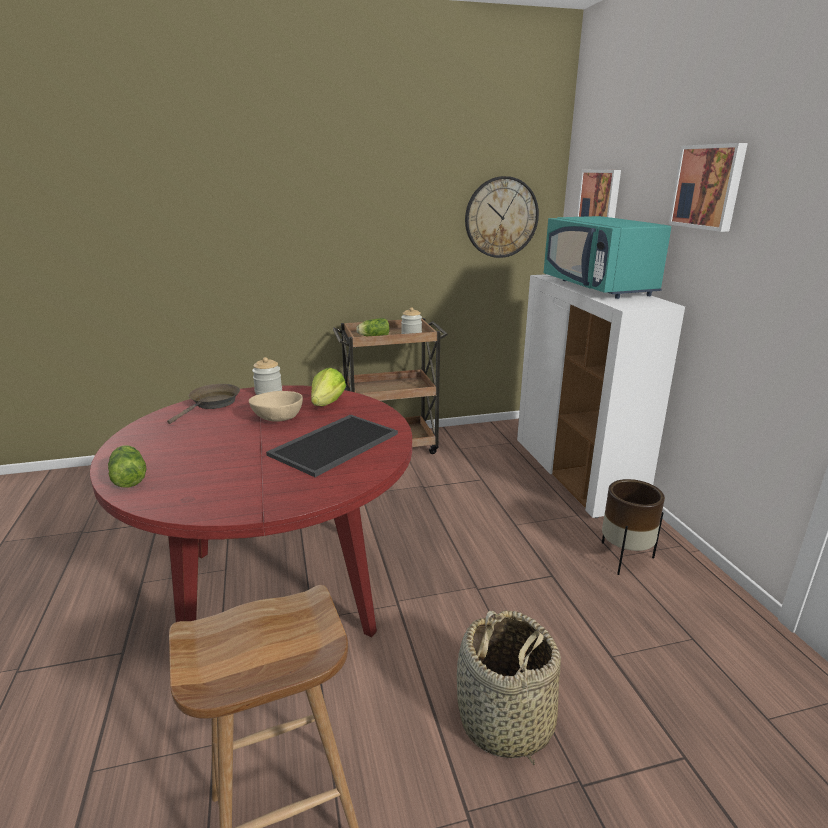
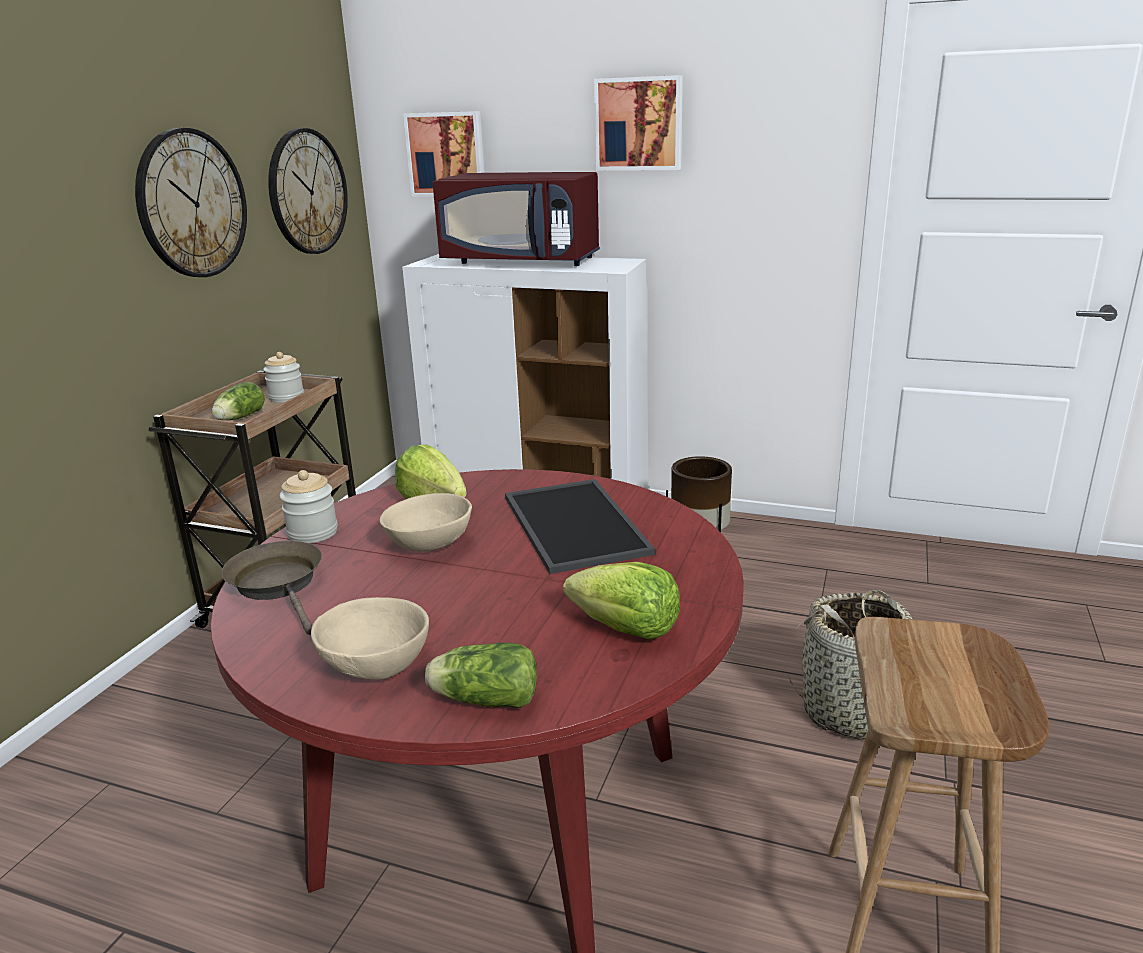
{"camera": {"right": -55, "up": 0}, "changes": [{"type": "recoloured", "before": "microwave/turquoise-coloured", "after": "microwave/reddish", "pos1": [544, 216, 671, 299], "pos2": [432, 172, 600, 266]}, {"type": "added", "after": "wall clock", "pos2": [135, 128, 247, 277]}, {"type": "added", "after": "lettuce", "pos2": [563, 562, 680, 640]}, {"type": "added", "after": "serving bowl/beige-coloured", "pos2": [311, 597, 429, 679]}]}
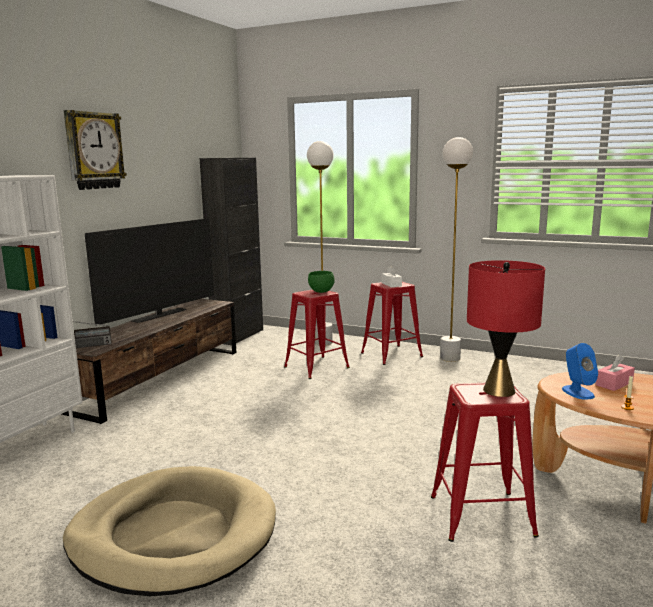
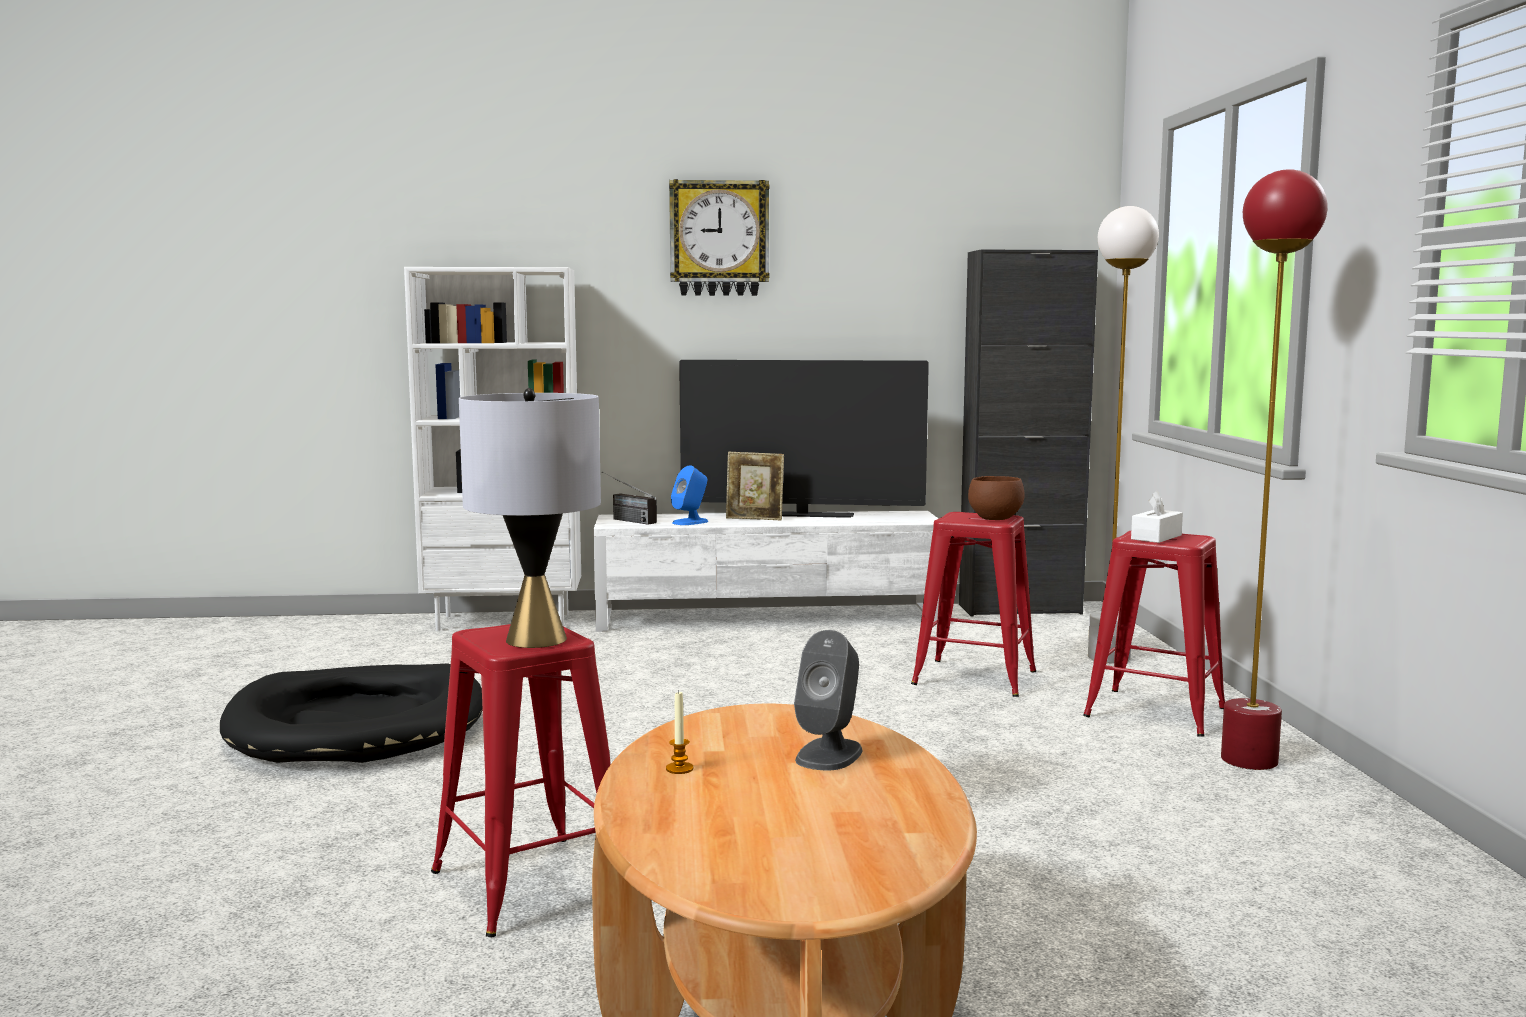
{"camera": {"right": 60, "up": -5}, "changes": [{"type": "recoloured", "before": "standing lamp/white-coloured", "after": "standing lamp/reddish", "pos1": [440, 137, 473, 362], "pos2": [1221, 169, 1327, 770]}, {"type": "recoloured", "before": "lamp for a table/reddish", "after": "lamp for a table/greyish", "pos1": [467, 260, 545, 397], "pos2": [459, 388, 601, 648]}, {"type": "recoloured", "before": "serving bowl/greenish", "after": "serving bowl/brownish", "pos1": [308, 271, 335, 293], "pos2": [968, 476, 1025, 520]}, {"type": "recoloured", "before": "media console/brownish", "after": "media console/white-coloured", "pos1": [62, 299, 236, 424], "pos2": [593, 511, 939, 632]}, {"type": "moved", "before": "speaker/blue-coloured", "pos1": [562, 343, 598, 400], "pos2": [671, 466, 708, 525]}, {"type": "replaced", "before": "tissue box/pinkish", "after": "speaker/greyish", "pos1": [596, 355, 635, 391], "pos2": [794, 630, 862, 771]}, {"type": "recoloured", "before": "dog bed/beige-coloured", "after": "dog bed/black-coloured", "pos1": [63, 466, 276, 596], "pos2": [220, 663, 483, 763]}, {"type": "added", "after": "standing frame", "pos2": [726, 452, 784, 521]}]}
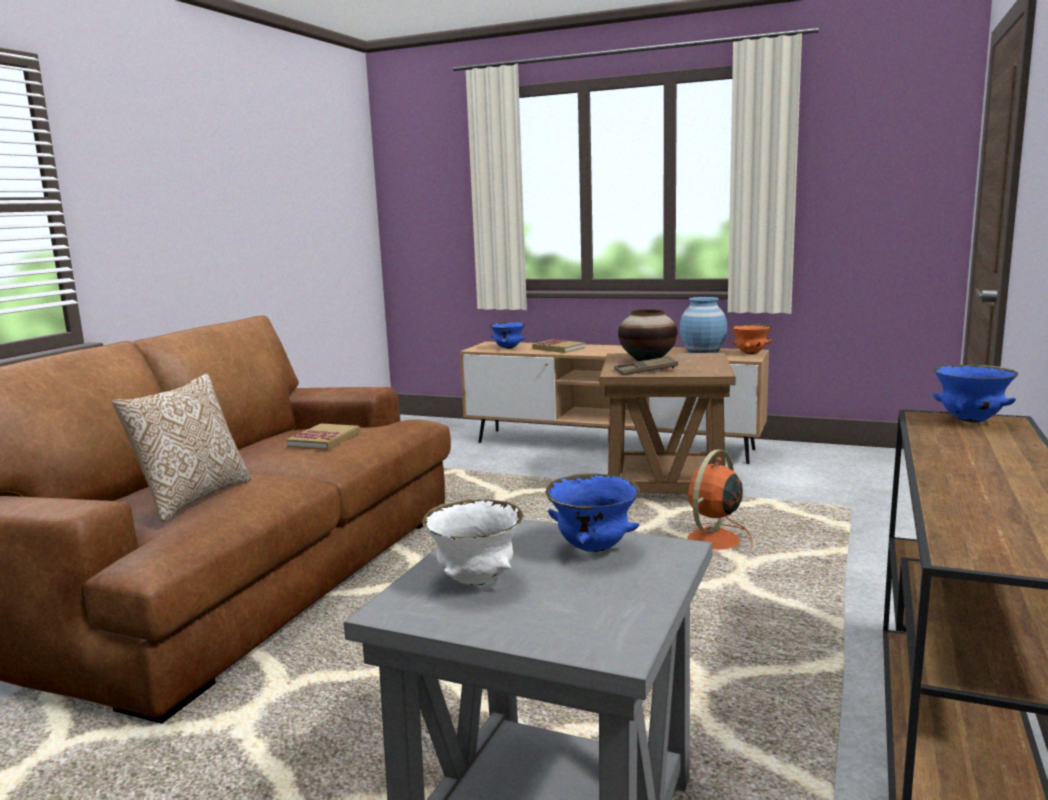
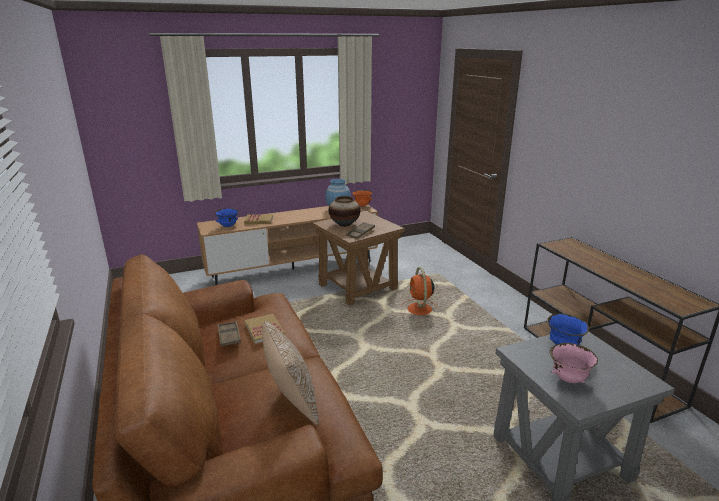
{"camera": {"right": -45, "up": 10}, "changes": [{"type": "removed", "before": "serving bowl/blue-coloured", "pos1": [933, 365, 1018, 423]}, {"type": "recoloured", "before": "serving bowl/white-coloured", "after": "serving bowl/pinkish", "pos1": [422, 499, 523, 585], "pos2": [550, 343, 598, 383]}, {"type": "added", "after": "carrying tray/brownish", "pos2": [218, 321, 241, 347]}]}
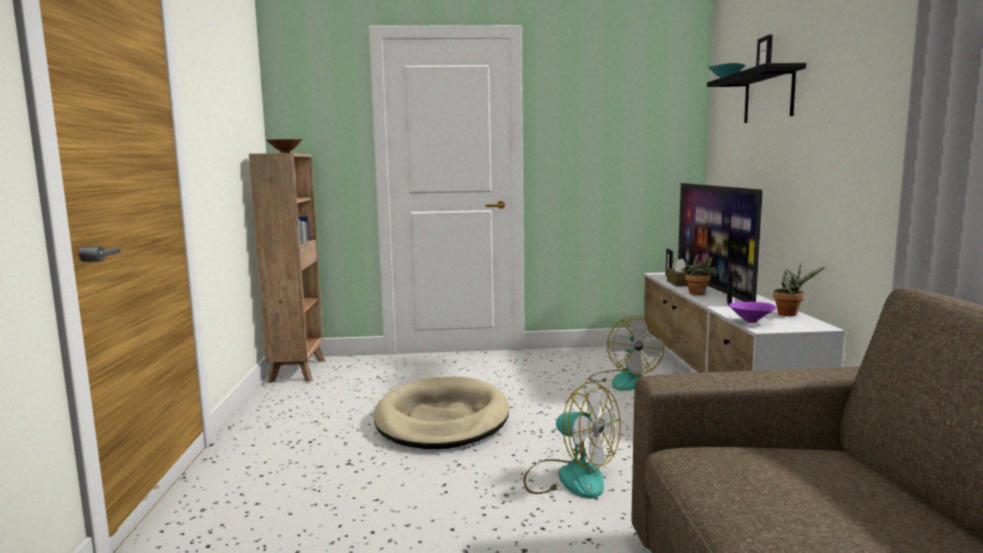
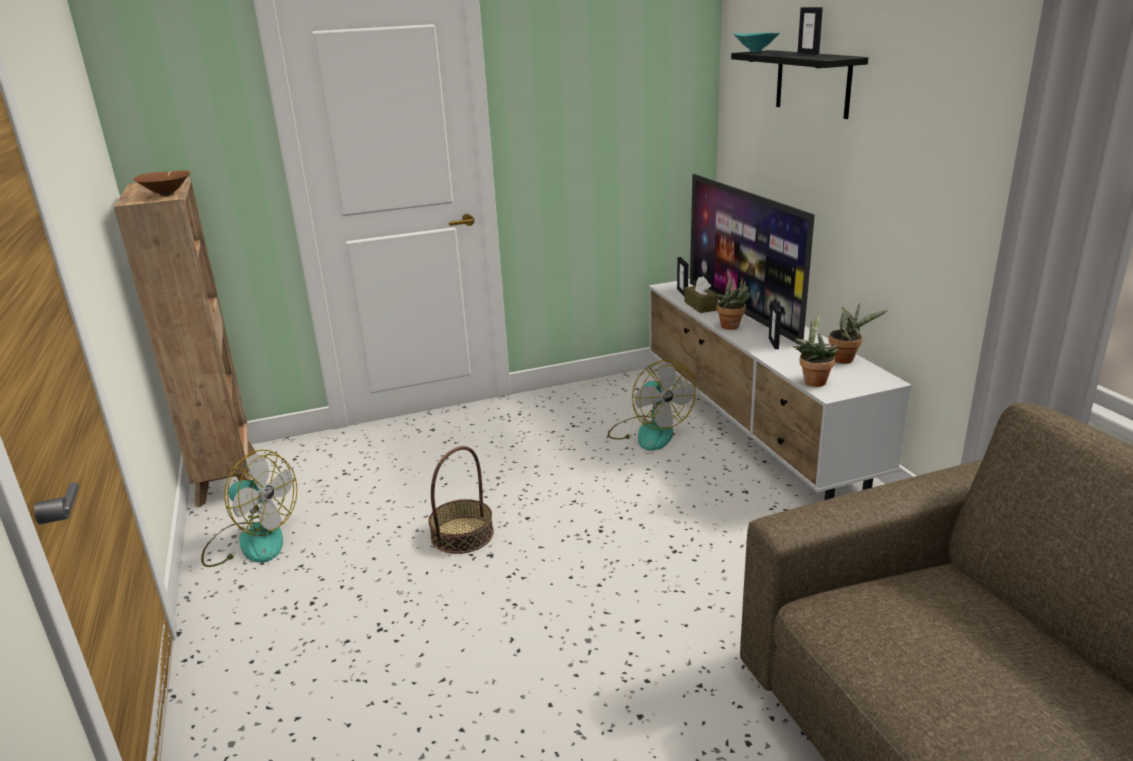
{"camera": {"right": -15, "up": 15}, "changes": [{"type": "replaced", "before": "serving bowl/purple-coloured", "after": "houseplant", "pos1": [728, 302, 776, 323], "pos2": [793, 311, 838, 387]}, {"type": "replaced", "before": "dog bed/beige-coloured", "after": "basket", "pos1": [374, 377, 509, 449], "pos2": [428, 446, 494, 554]}, {"type": "moved", "before": "fan", "pos1": [523, 382, 621, 499], "pos2": [201, 449, 297, 567]}]}
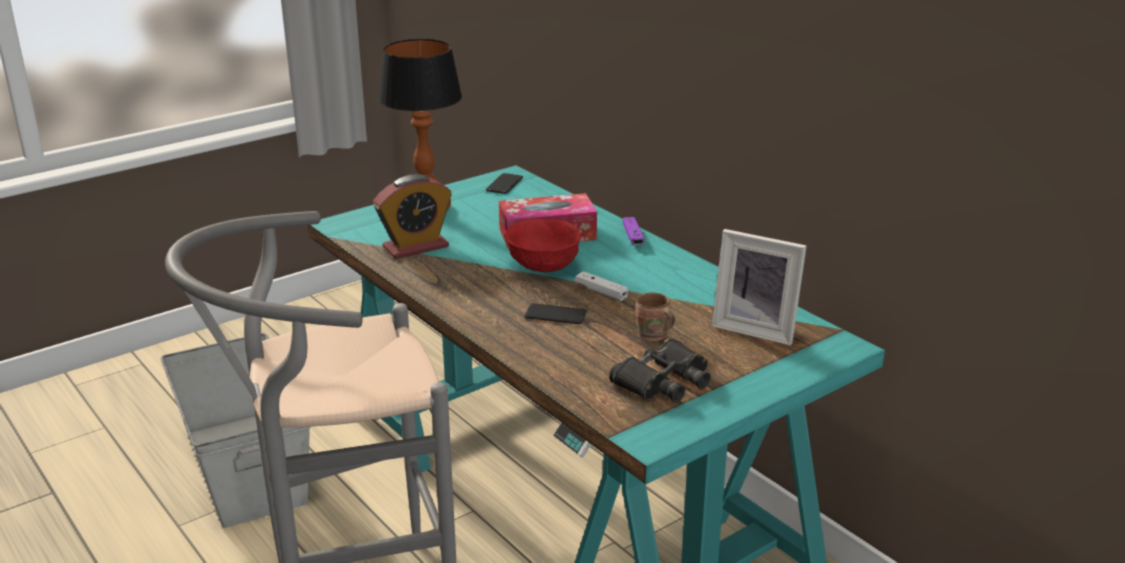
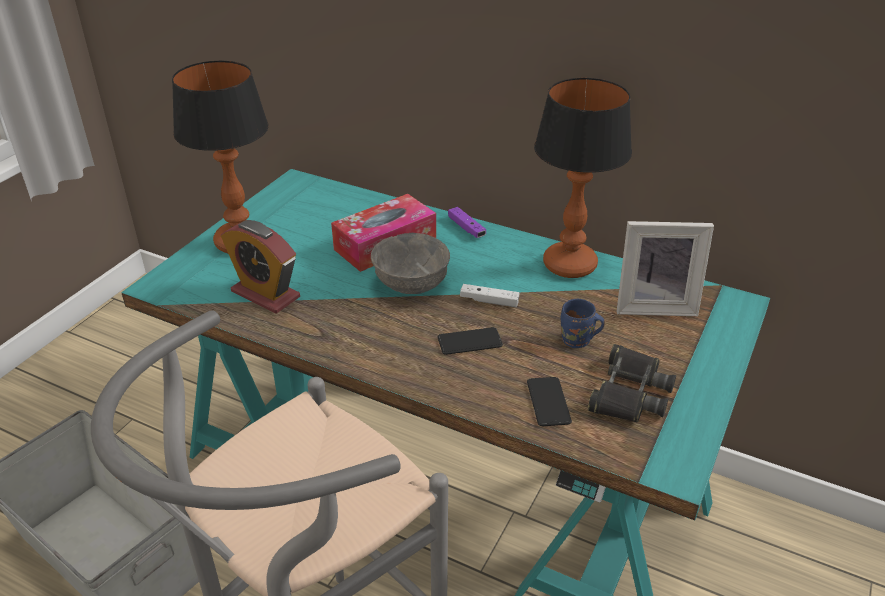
{"camera": {"right": -25, "up": 10}, "changes": [{"type": "moved", "before": "telephone", "pos1": [486, 173, 523, 194], "pos2": [527, 377, 572, 426]}, {"type": "turned", "before": "alarm clock", "pos1": [373, 174, 452, 259], "pos2": [221, 220, 300, 314], "turn": 90}, {"type": "recoloured", "before": "serving bowl/reddish", "after": "serving bowl/greyish", "pos1": [505, 219, 581, 272], "pos2": [371, 233, 450, 294]}, {"type": "recoloured", "before": "tea mug/brownish", "after": "tea mug/blue-coloured", "pos1": [636, 293, 675, 341], "pos2": [561, 299, 605, 348]}, {"type": "added", "after": "lamp for a table", "pos2": [534, 78, 632, 278]}]}
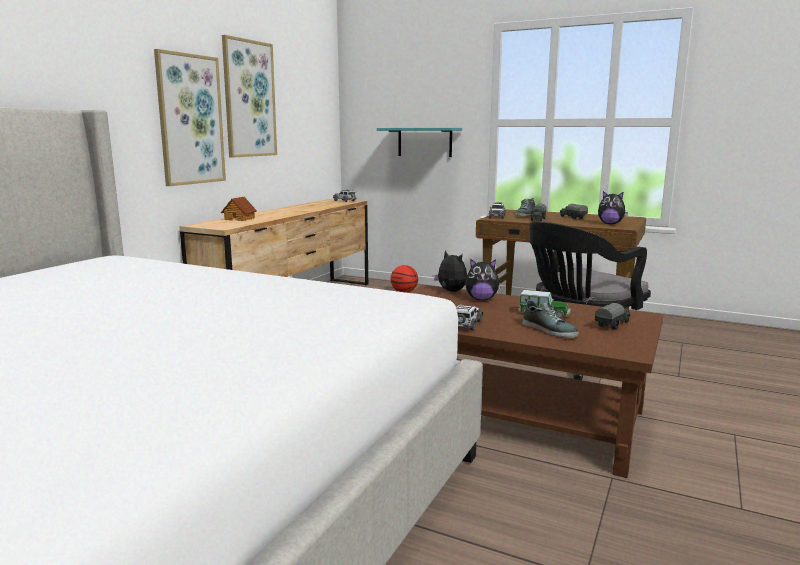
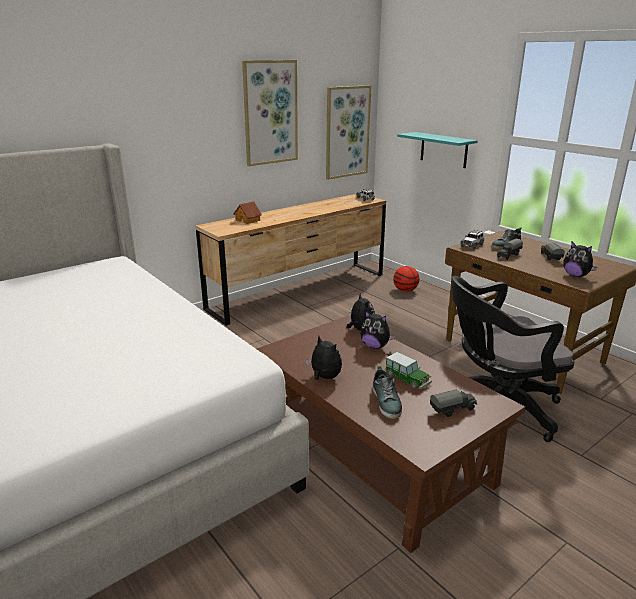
{"camera": {"right": 25, "up": 10}, "changes": [{"type": "moved", "before": "picture", "pos1": [154, 49, 226, 186], "pos2": [326, 85, 371, 180]}, {"type": "replaced", "before": "miniature car", "after": "cuddly toy", "pos1": [456, 304, 483, 330], "pos2": [306, 336, 342, 380]}]}
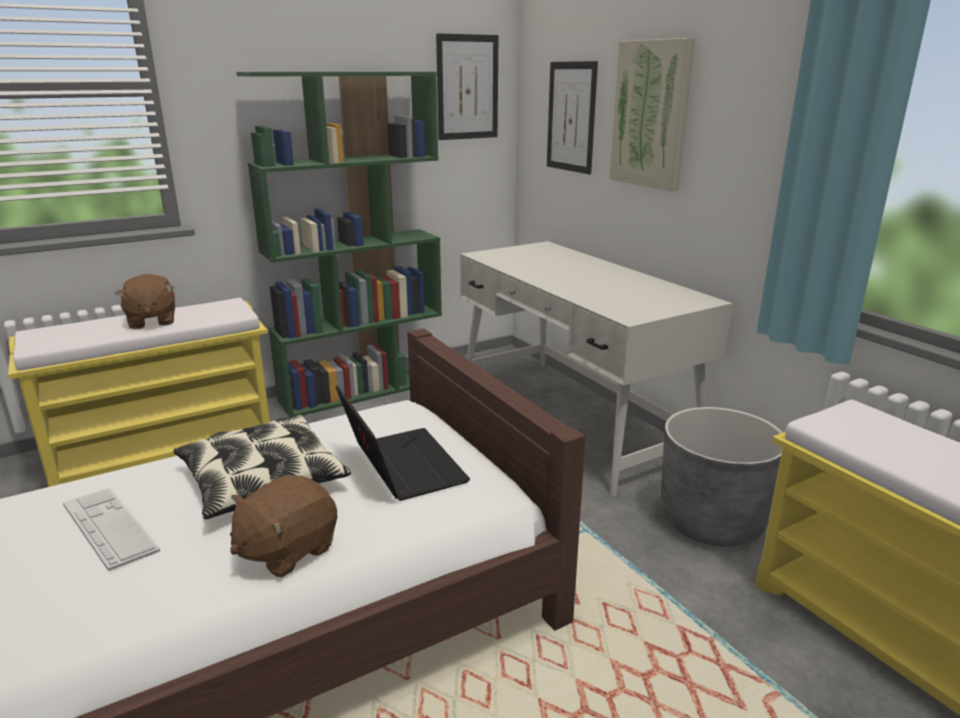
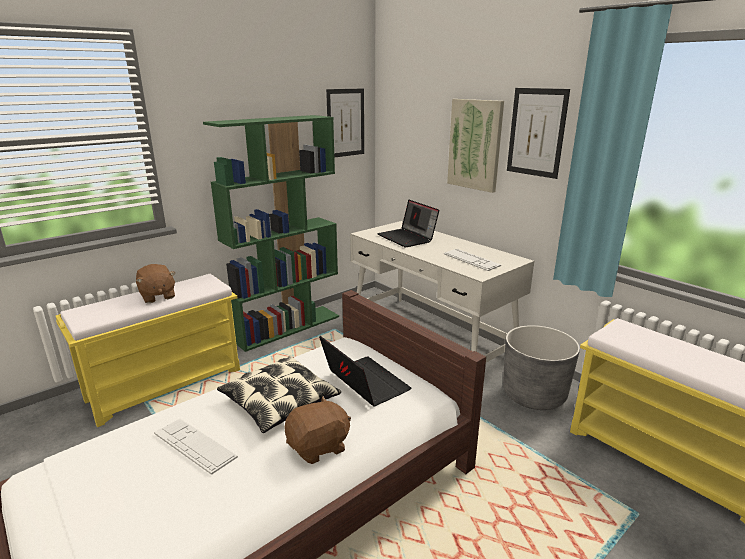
{"camera": {"right": -10, "up": 0}, "changes": [{"type": "moved", "before": "picture", "pos1": [547, 61, 598, 175], "pos2": [507, 88, 570, 179]}, {"type": "turned", "before": "cuddly toy/brownish", "pos1": [230, 475, 337, 578], "pos2": [284, 396, 351, 464], "turn": -150}, {"type": "added", "after": "notebook computer", "pos2": [377, 200, 439, 247]}, {"type": "added", "after": "computer keyboard", "pos2": [444, 249, 501, 271]}]}
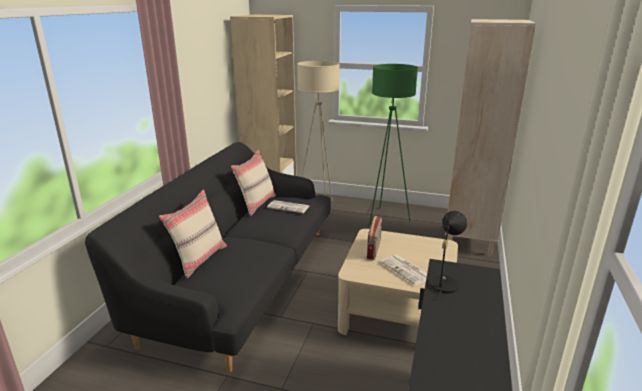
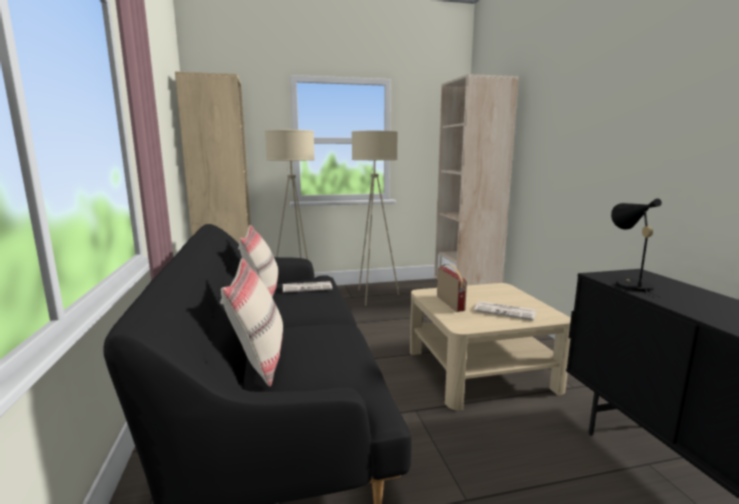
{"camera": {"right": -30, "up": -10}, "changes": [{"type": "recoloured", "before": "standing lamp/greenish", "after": "standing lamp/beige-coloured", "pos1": [369, 64, 418, 225], "pos2": [352, 131, 399, 306]}]}
